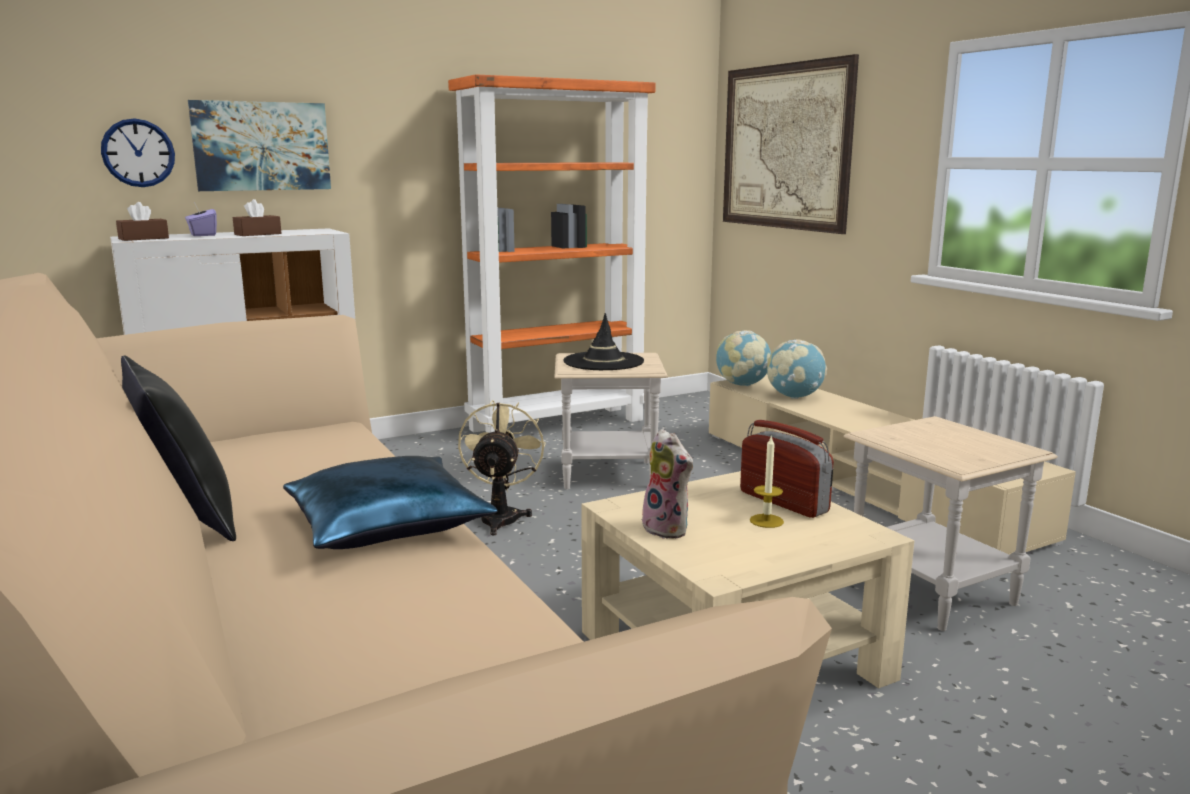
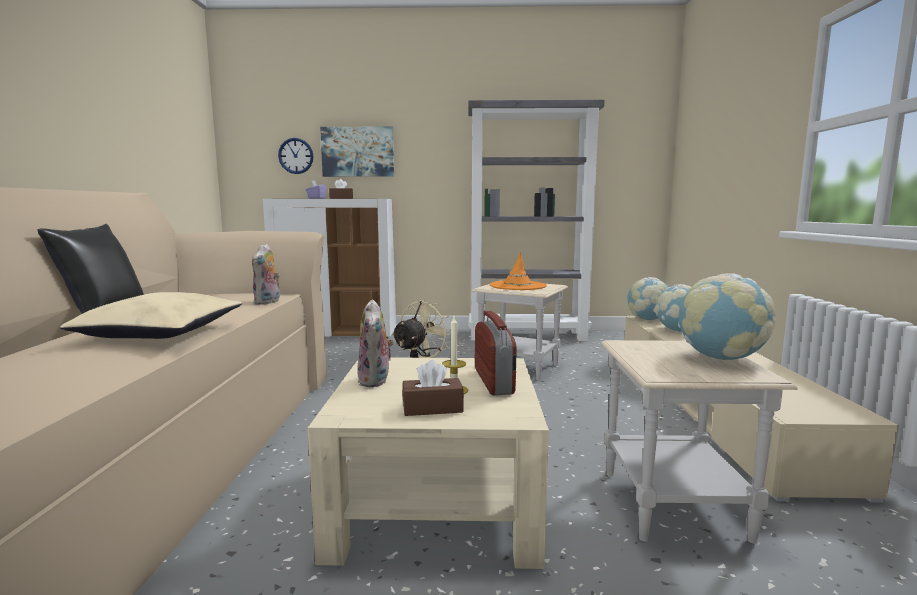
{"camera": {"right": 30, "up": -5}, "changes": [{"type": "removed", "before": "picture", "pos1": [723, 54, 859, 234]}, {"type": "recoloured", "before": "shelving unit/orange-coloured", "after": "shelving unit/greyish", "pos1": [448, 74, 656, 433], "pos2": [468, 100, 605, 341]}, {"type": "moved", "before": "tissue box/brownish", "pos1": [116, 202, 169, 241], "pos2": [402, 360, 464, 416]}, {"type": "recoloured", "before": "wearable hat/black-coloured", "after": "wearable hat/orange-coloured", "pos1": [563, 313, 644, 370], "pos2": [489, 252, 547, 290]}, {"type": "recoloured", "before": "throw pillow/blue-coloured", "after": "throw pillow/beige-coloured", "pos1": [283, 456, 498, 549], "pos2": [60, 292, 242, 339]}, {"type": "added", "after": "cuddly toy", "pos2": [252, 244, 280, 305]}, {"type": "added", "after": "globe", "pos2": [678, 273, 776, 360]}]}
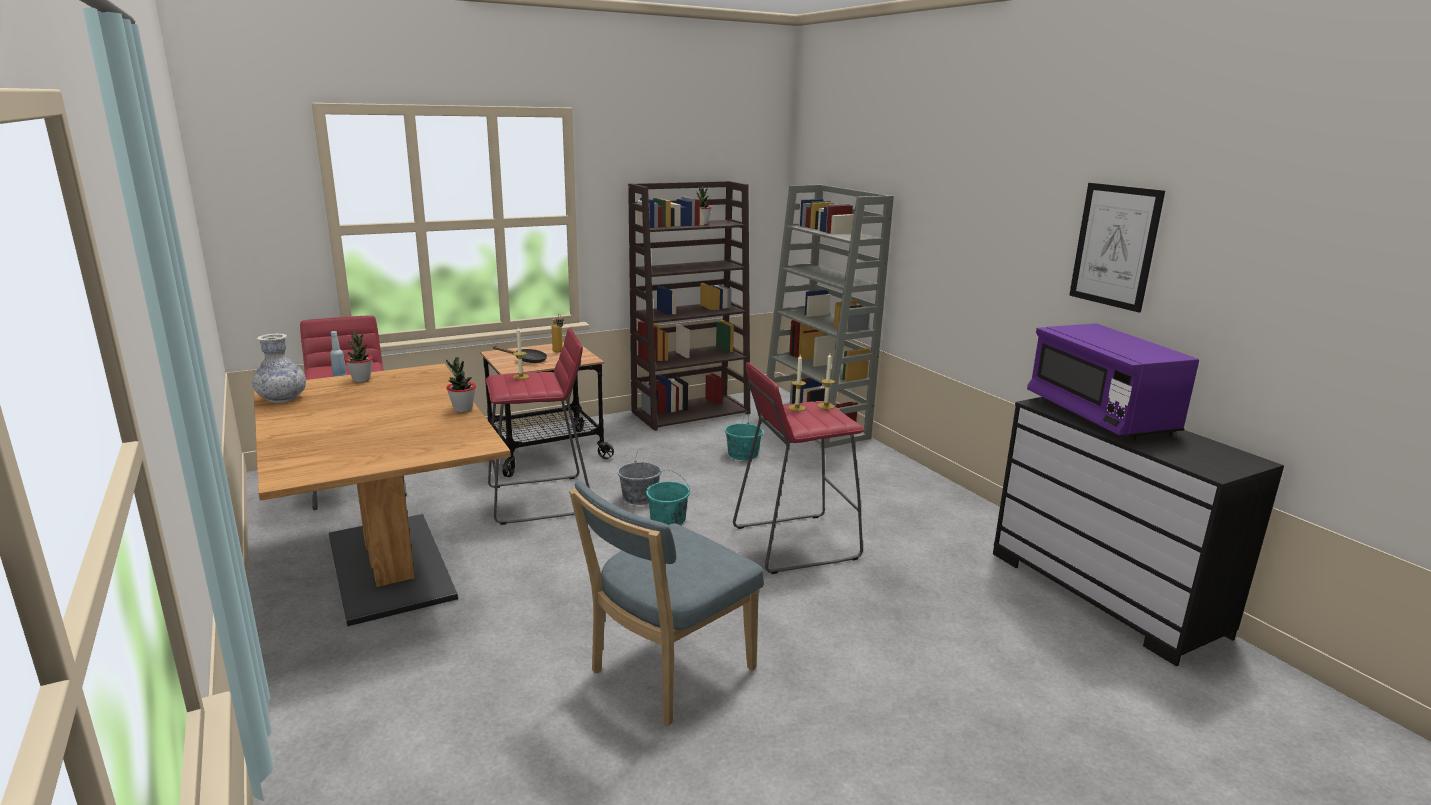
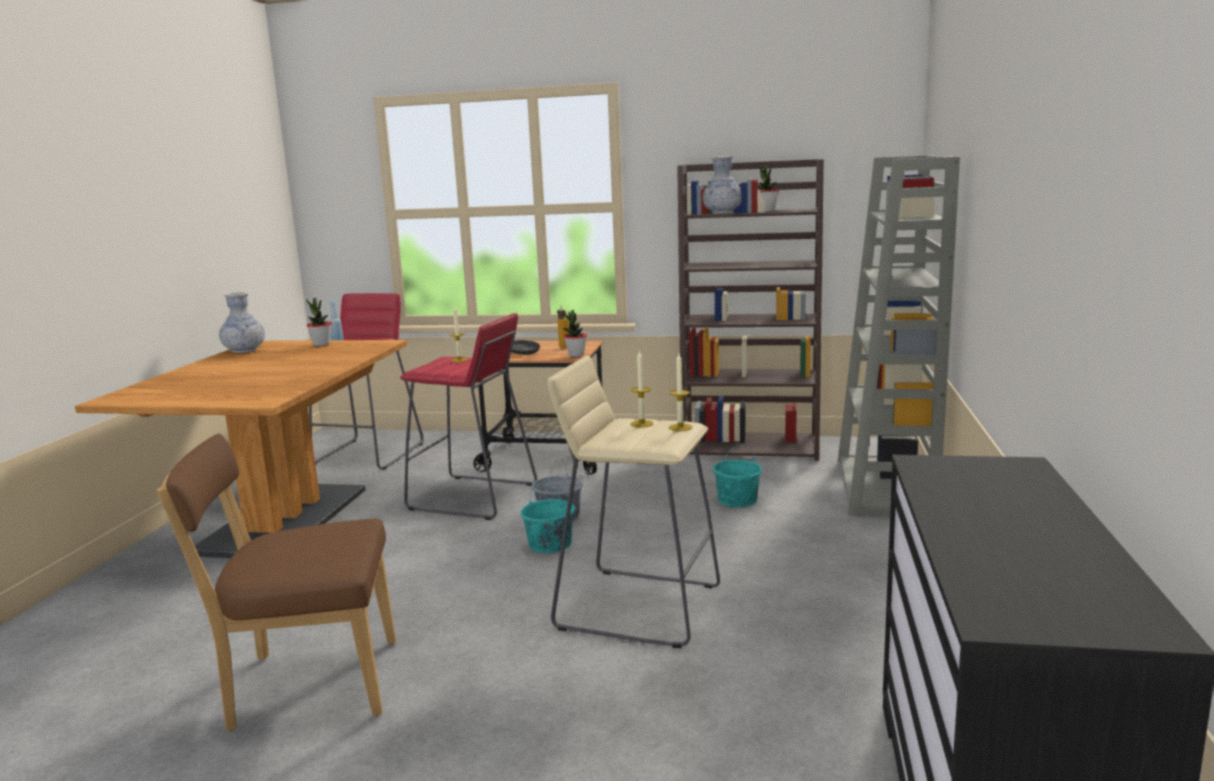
{"camera": {"right": 40, "up": -5}, "changes": [{"type": "removed", "before": "picture", "pos1": [1069, 183, 1165, 312]}, {"type": "removed", "before": "microwave/purple-coloured", "pos1": [1027, 323, 1199, 440]}, {"type": "moved", "before": "houseplant", "pos1": [446, 357, 476, 412], "pos2": [563, 310, 587, 357]}, {"type": "recoloured", "before": "stool seat/reddish", "after": "stool seat/beige-coloured", "pos1": [733, 362, 865, 574], "pos2": [547, 356, 720, 648]}, {"type": "recoloured", "before": "plain chair/blue-coloured", "after": "plain chair/brownish", "pos1": [569, 480, 764, 726], "pos2": [157, 433, 396, 731]}, {"type": "added", "after": "flower vase", "pos2": [703, 156, 742, 214]}]}
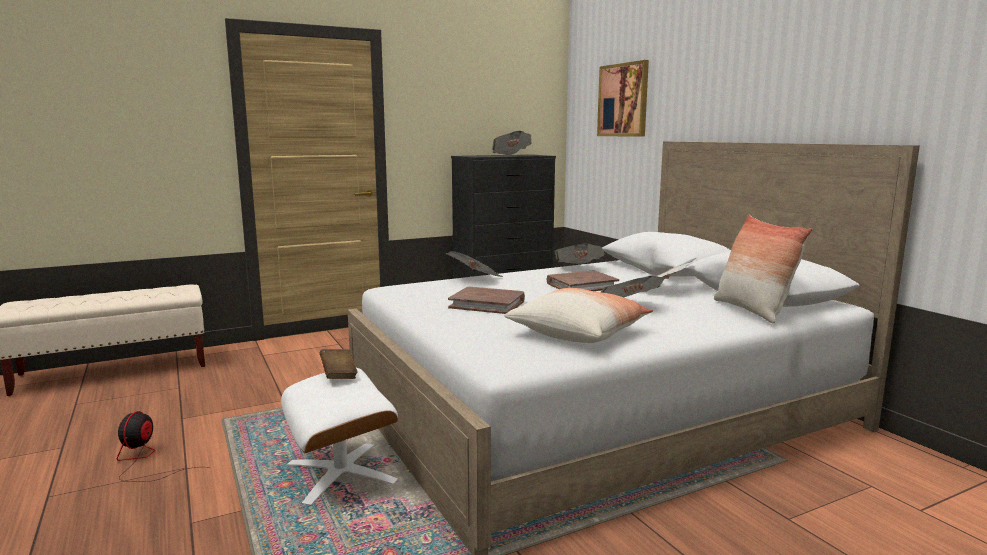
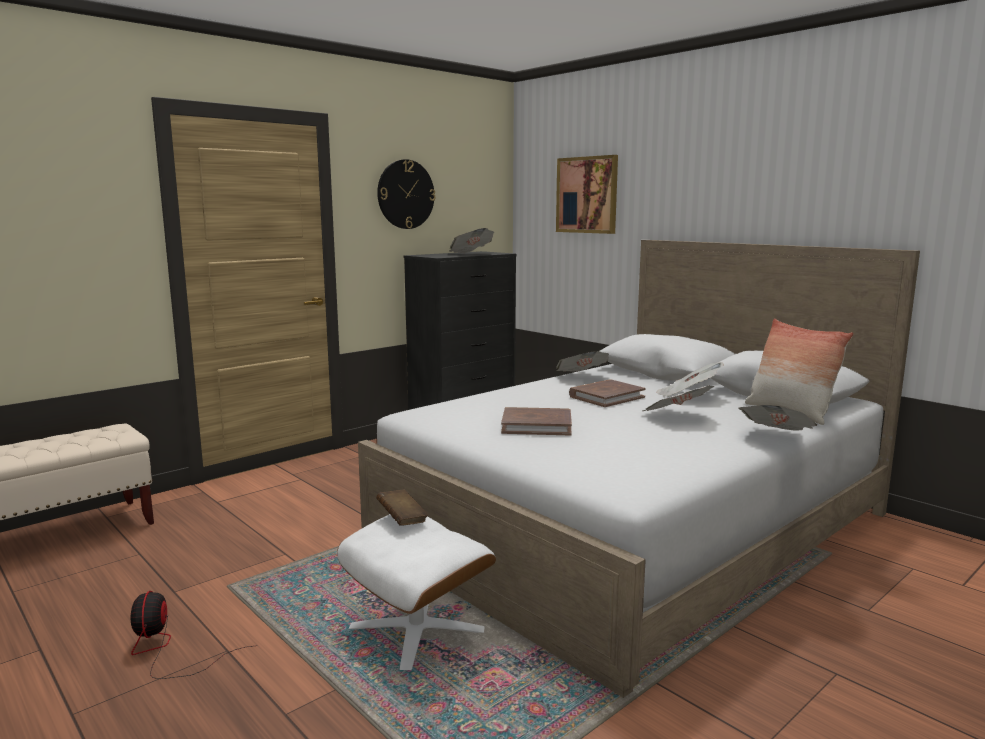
{"camera": {"right": -15, "up": 0}, "changes": [{"type": "moved", "before": "daily paper", "pos1": [446, 251, 503, 277], "pos2": [738, 405, 817, 431]}, {"type": "removed", "before": "throw pillow", "pos1": [504, 288, 653, 343]}, {"type": "added", "after": "wall clock", "pos2": [377, 159, 435, 229]}]}
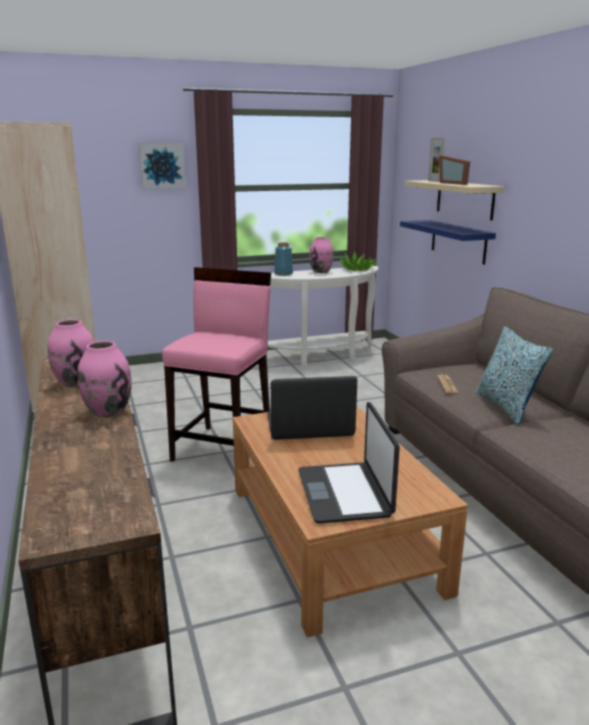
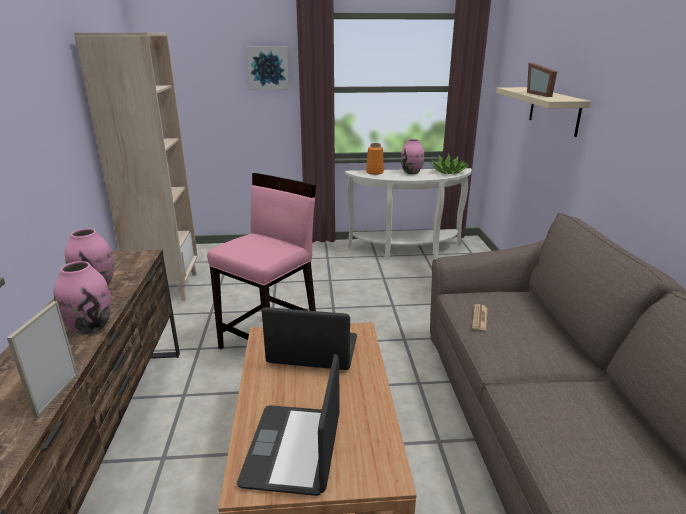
{"camera": {"right": 15, "up": 5}, "changes": [{"type": "moved", "before": "standing frame", "pos1": [428, 138, 445, 182], "pos2": [7, 301, 78, 417]}, {"type": "removed", "before": "shelf/blue-coloured", "pos1": [400, 220, 496, 265]}, {"type": "recoloured", "before": "flower vase/blue-coloured", "after": "flower vase/orange-coloured", "pos1": [274, 242, 293, 276], "pos2": [366, 143, 384, 175]}, {"type": "removed", "before": "throw pillow", "pos1": [475, 327, 554, 425]}]}
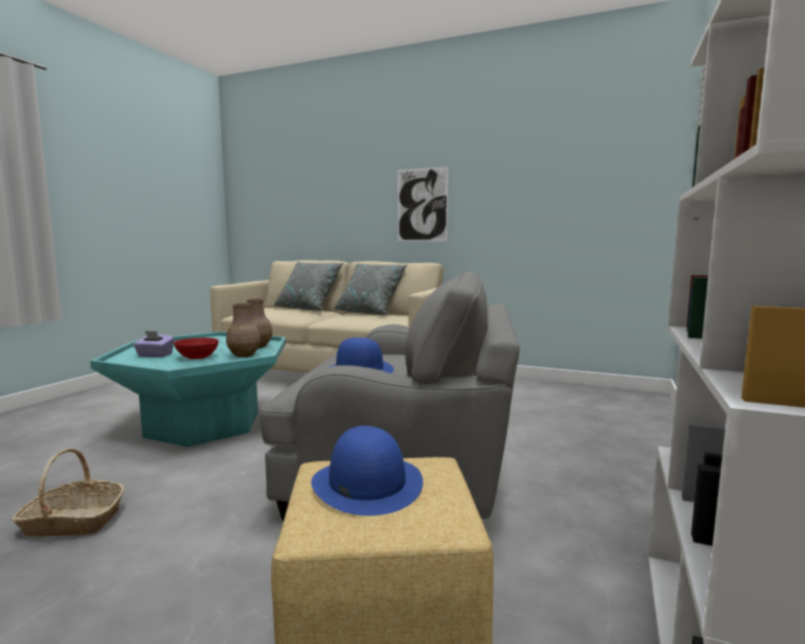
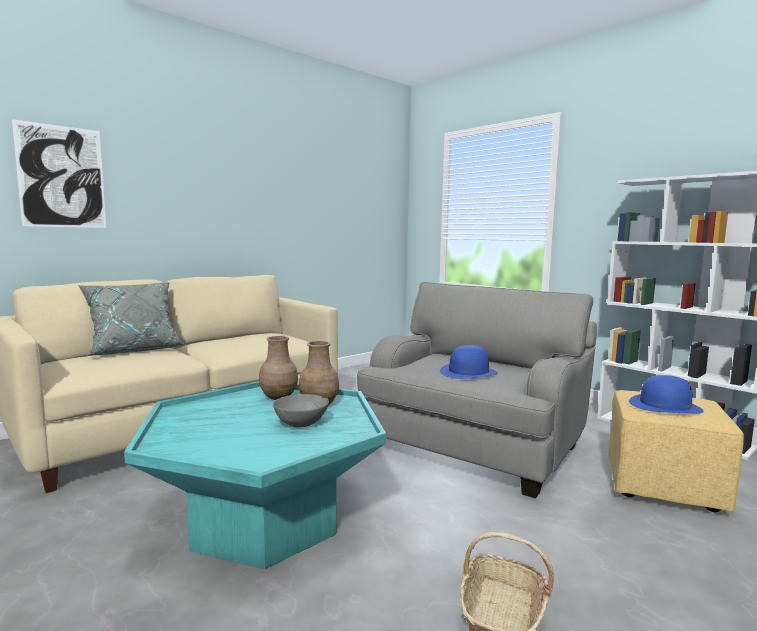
{"camera": {"right": -65, "up": 0}, "changes": [{"type": "moved", "before": "picture", "pos1": [398, 167, 448, 241], "pos2": [12, 119, 106, 228]}, {"type": "removed", "before": "throw pillow/greyish", "pos1": [334, 264, 408, 315]}, {"type": "removed", "before": "tissue box/purple-coloured", "pos1": [133, 331, 175, 357]}, {"type": "recoloured", "before": "serving bowl/reddish", "after": "serving bowl/greyish", "pos1": [174, 338, 219, 359], "pos2": [273, 394, 329, 427]}]}
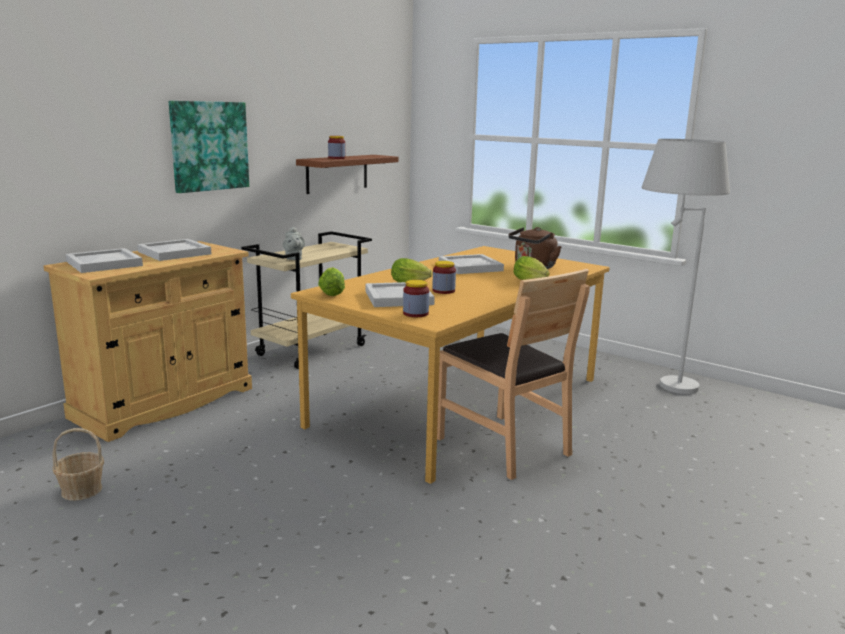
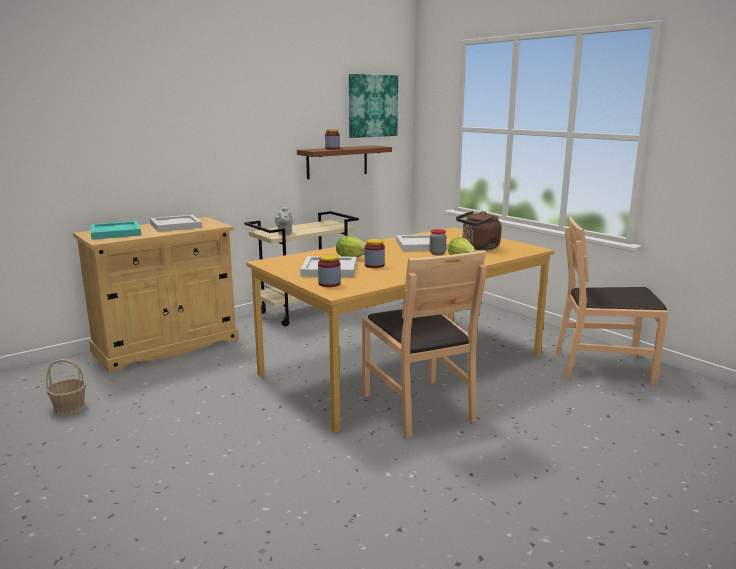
{"camera": {"right": 15, "up": 0}, "changes": [{"type": "moved", "before": "picture", "pos1": [169, 101, 249, 193], "pos2": [349, 74, 398, 138]}, {"type": "replaced", "before": "standing lamp/white-coloured", "after": "plain chair/brownish", "pos1": [642, 139, 730, 394], "pos2": [555, 216, 668, 386]}, {"type": "recoloured", "before": "carrying tray/white-coloured", "after": "carrying tray/turquoise-coloured", "pos1": [66, 248, 143, 273], "pos2": [90, 221, 141, 239]}, {"type": "removed", "before": "lettuce", "pos1": [318, 267, 345, 296]}, {"type": "added", "after": "preserve jar", "pos2": [429, 229, 446, 255]}]}
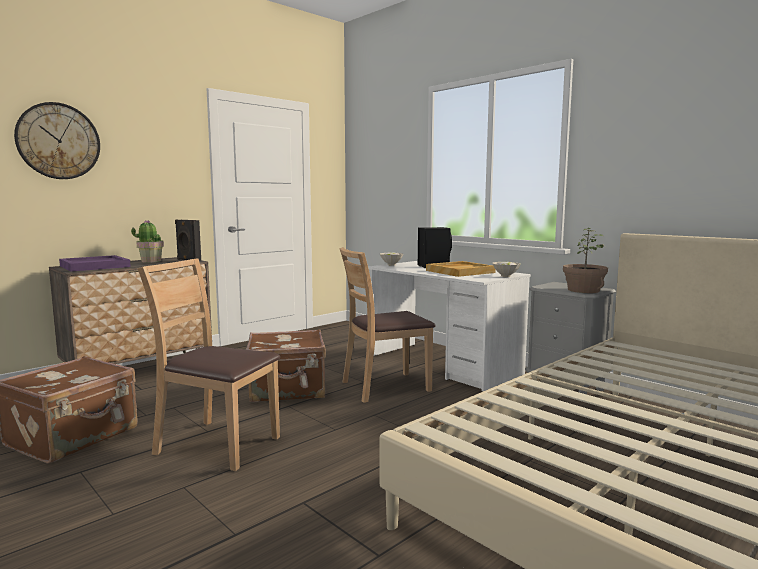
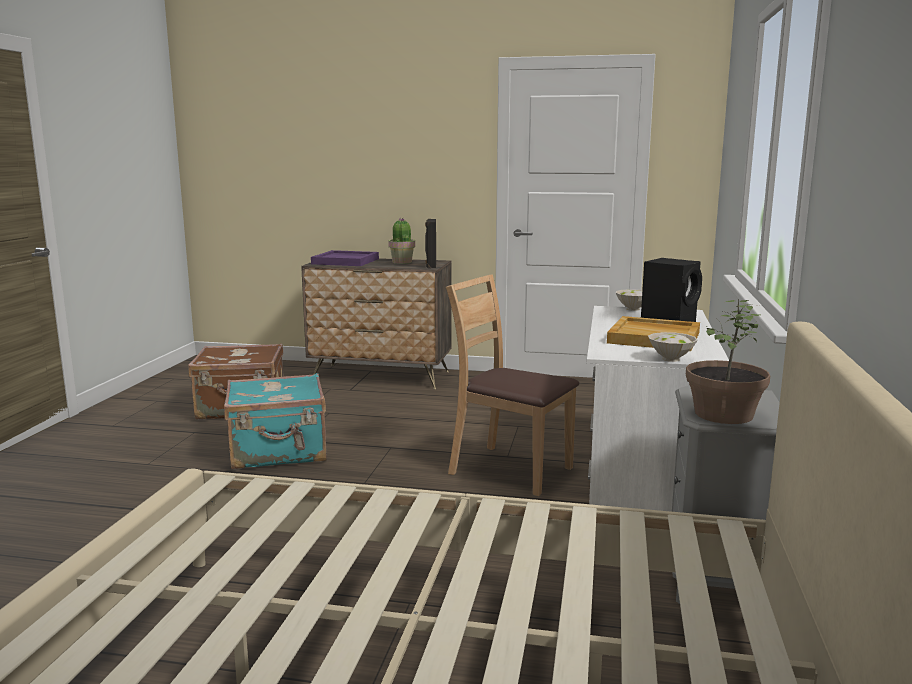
{"camera": {"right": 55, "up": 5}, "changes": [{"type": "removed", "before": "wall clock", "pos1": [14, 102, 100, 179]}, {"type": "replaced", "before": "plain chair/brownish", "after": "travel case/turquoise-coloured", "pos1": [138, 258, 280, 471], "pos2": [224, 373, 327, 469]}, {"type": "removed", "before": "travel case/brownish", "pos1": [246, 329, 326, 402]}]}
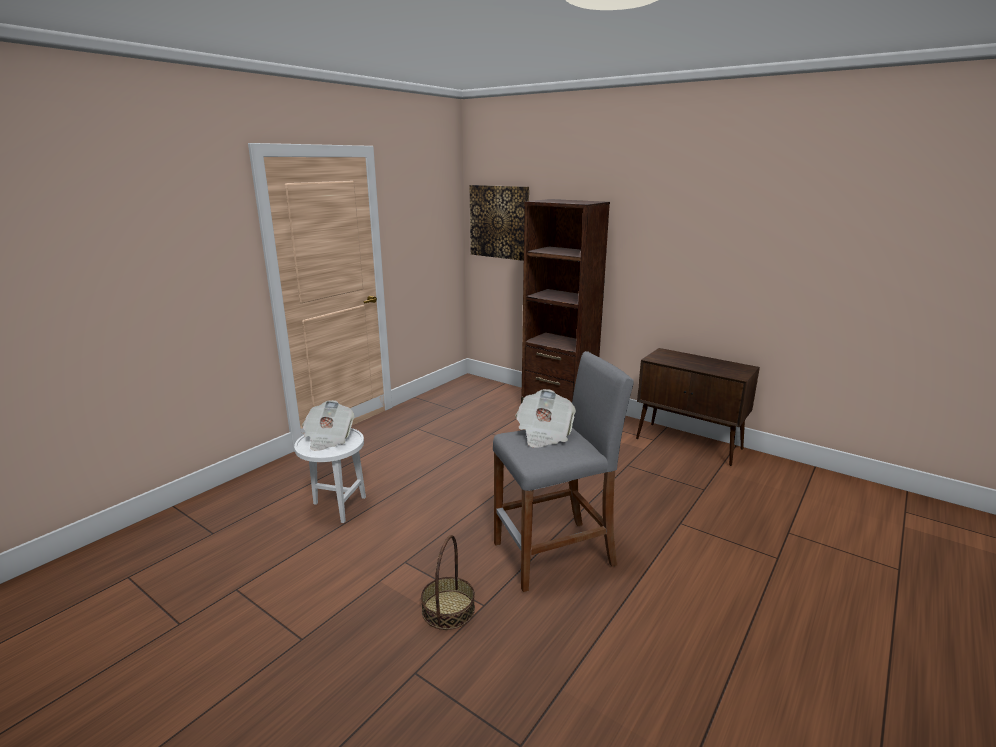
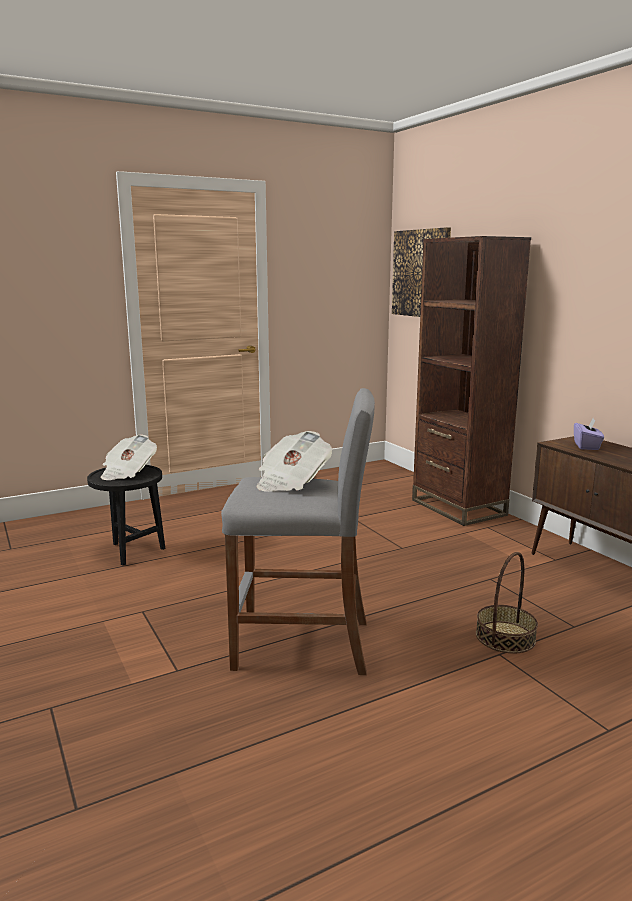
{"camera": {"right": 25, "up": -5}, "changes": [{"type": "recoloured", "before": "side table/white-coloured", "after": "side table/black-coloured", "pos1": [294, 428, 366, 523], "pos2": [87, 465, 165, 566]}, {"type": "moved", "before": "basket", "pos1": [421, 535, 475, 630], "pos2": [476, 552, 538, 654]}, {"type": "added", "after": "tissue box/purple-coloured", "pos2": [574, 419, 604, 450]}]}
